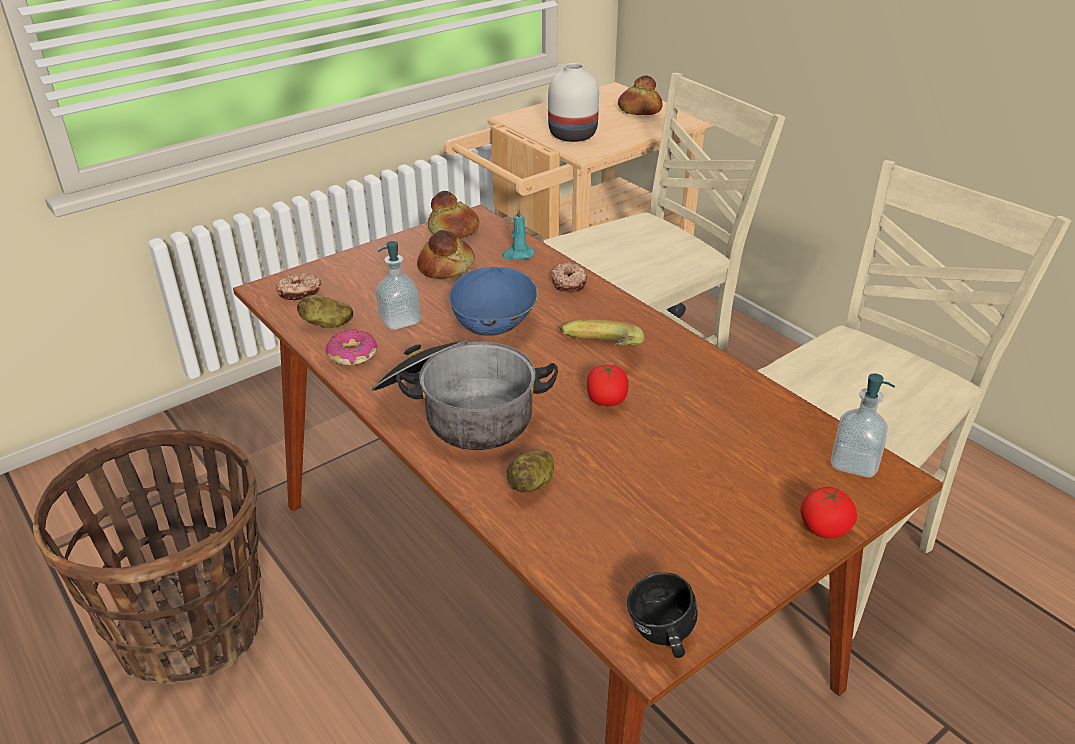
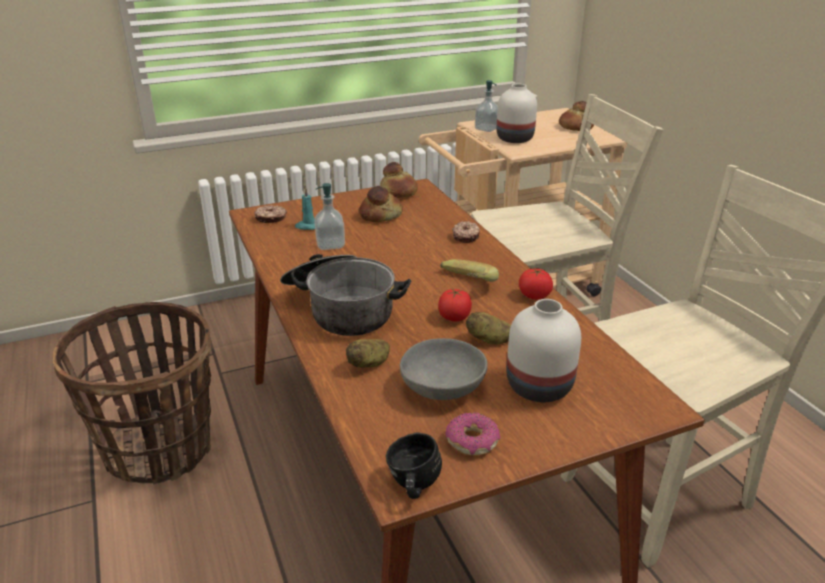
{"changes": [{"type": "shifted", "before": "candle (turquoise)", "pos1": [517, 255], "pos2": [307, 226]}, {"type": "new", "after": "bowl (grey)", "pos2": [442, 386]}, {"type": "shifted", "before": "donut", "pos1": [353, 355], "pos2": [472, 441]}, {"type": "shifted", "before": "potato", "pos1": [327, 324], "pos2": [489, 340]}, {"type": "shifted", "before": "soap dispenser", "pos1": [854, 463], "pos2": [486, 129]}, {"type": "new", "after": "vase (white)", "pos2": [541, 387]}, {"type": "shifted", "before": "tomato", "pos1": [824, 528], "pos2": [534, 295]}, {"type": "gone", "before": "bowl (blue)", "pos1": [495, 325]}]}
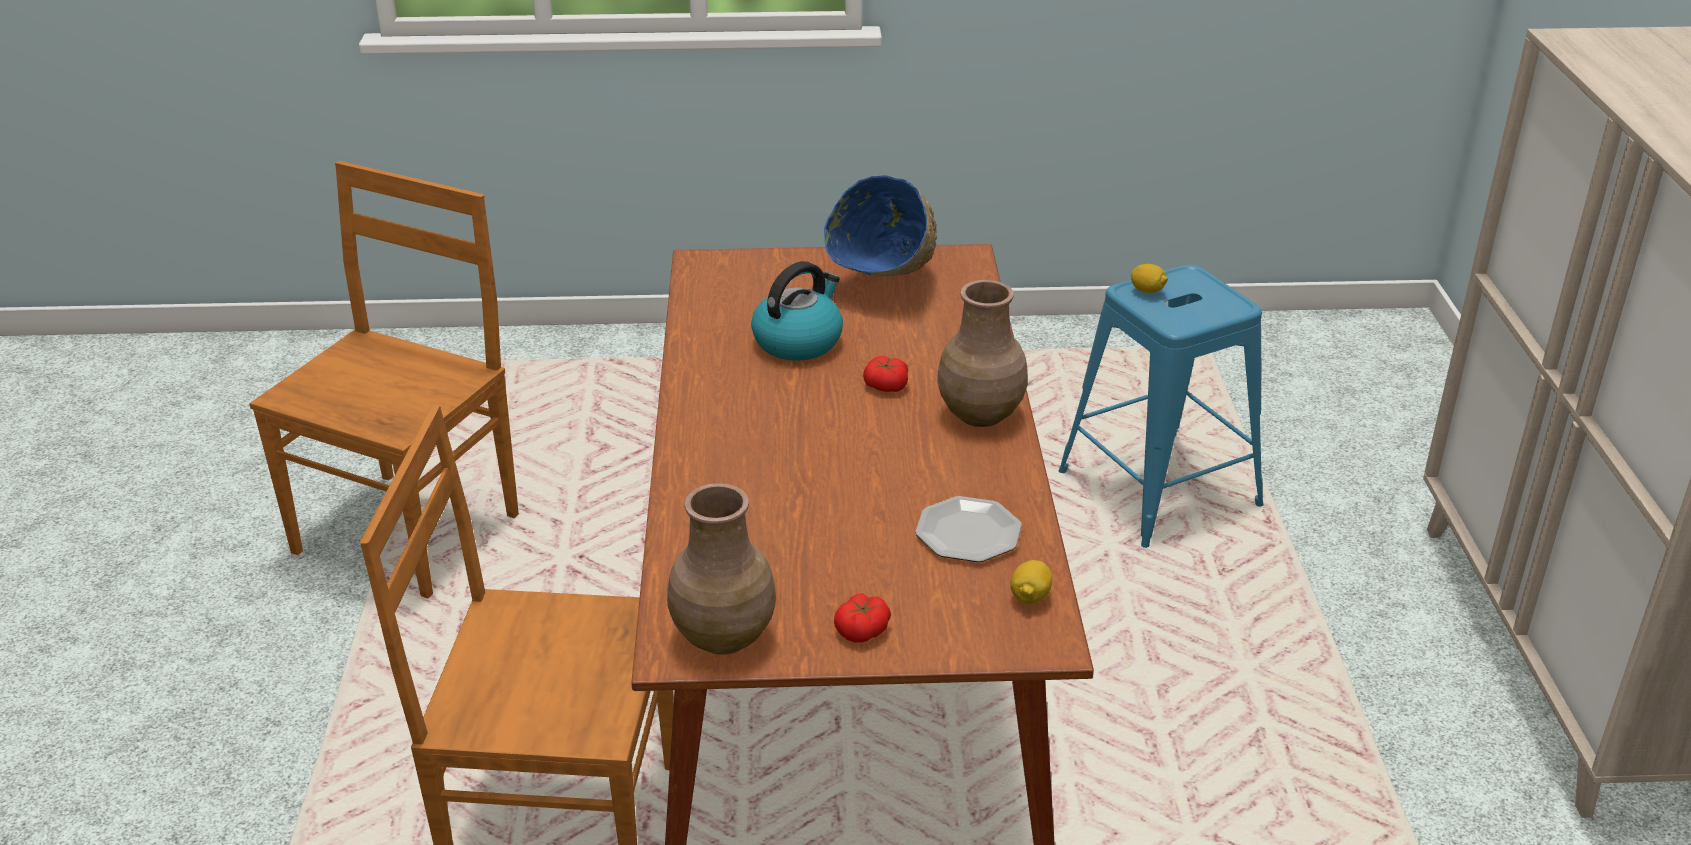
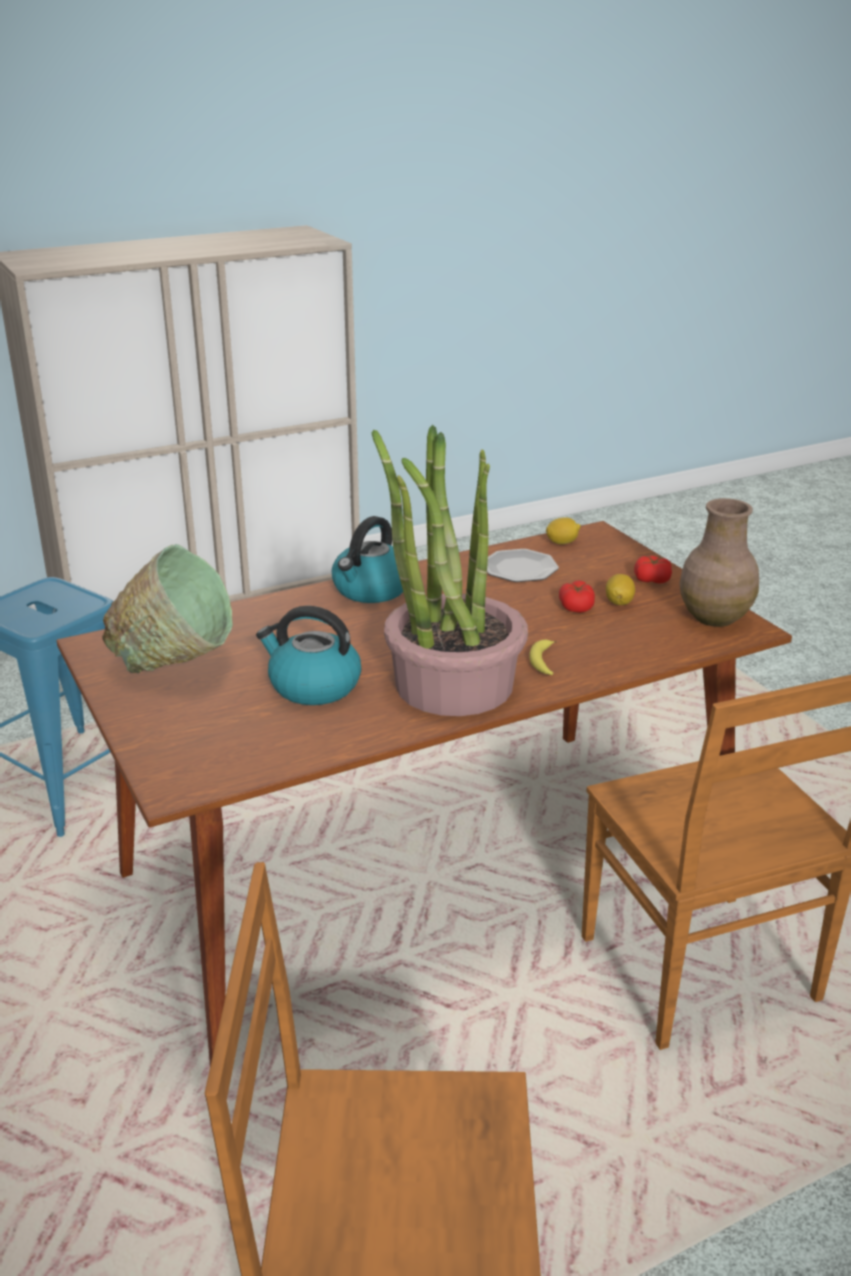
{"changes": [{"type": "repainted", "before": "bowl (blue)", "after": "bowl (green)", "pos1": [887, 287], "pos2": [177, 668]}, {"type": "swapped", "before": "vase (brown)", "after": "kettle", "pos1": [980, 415], "pos2": [371, 590]}, {"type": "new", "after": "potted plant", "pos2": [452, 684]}, {"type": "new", "after": "banana", "pos2": [543, 662]}, {"type": "shifted", "before": "tomato", "pos1": [886, 385], "pos2": [576, 607]}, {"type": "shifted", "before": "lemon", "pos1": [1147, 291], "pos2": [619, 602]}]}
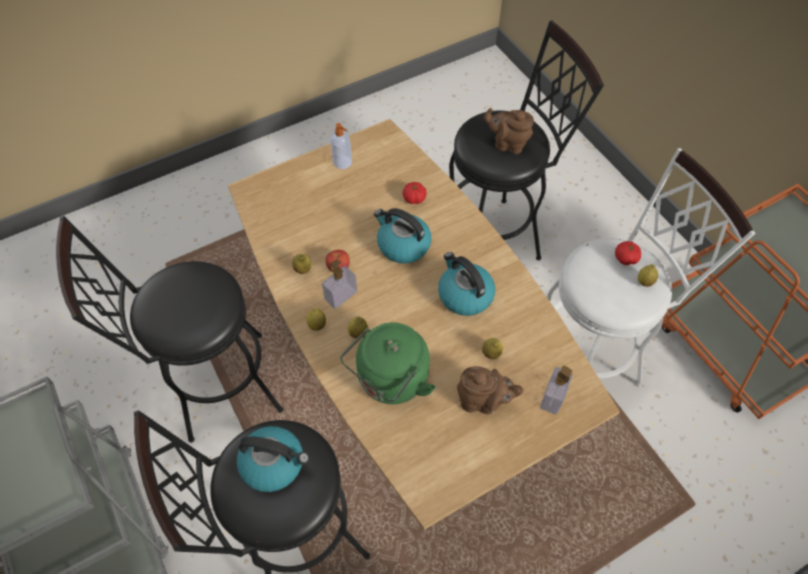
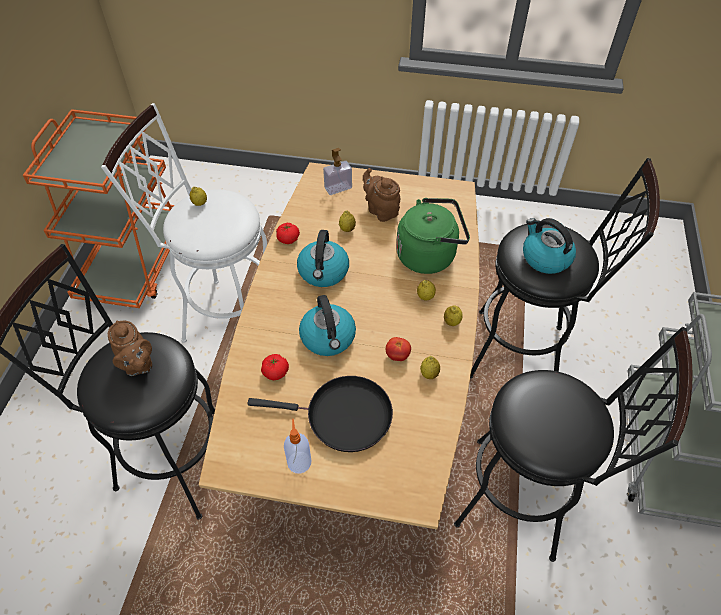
{"changes": [{"type": "new", "after": "frying pan (black)", "pos2": [343, 416]}, {"type": "shifted", "before": "tomato", "pos1": [625, 258], "pos2": [288, 239]}, {"type": "gone", "before": "soap dispenser", "pos1": [341, 296]}]}
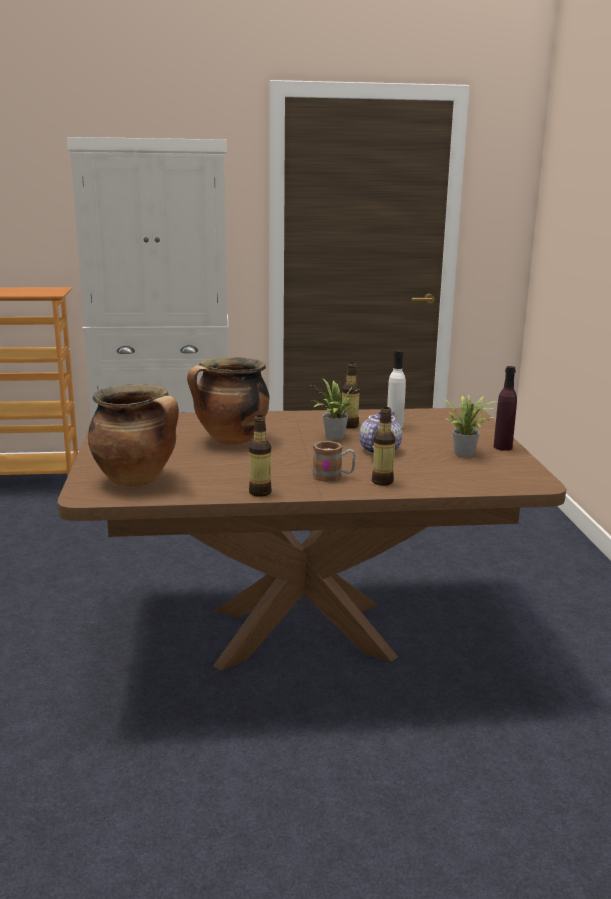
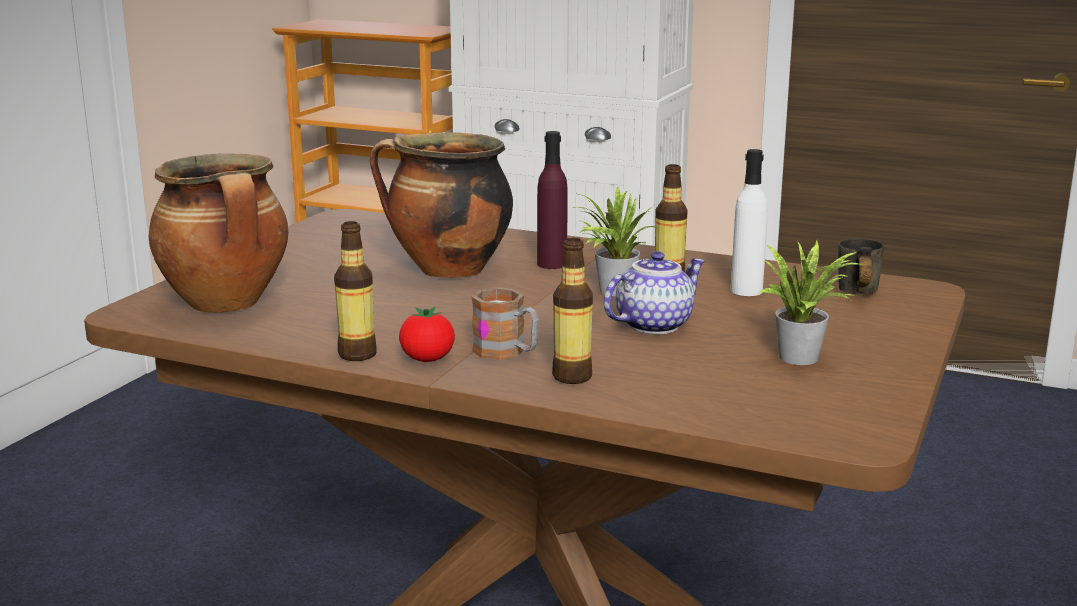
{"changes": [{"type": "new", "after": "tomato", "pos2": [427, 359]}, {"type": "shifted", "before": "bottle (purple)", "pos1": [502, 447], "pos2": [552, 264]}, {"type": "new", "after": "mug (grey)", "pos2": [853, 295]}]}
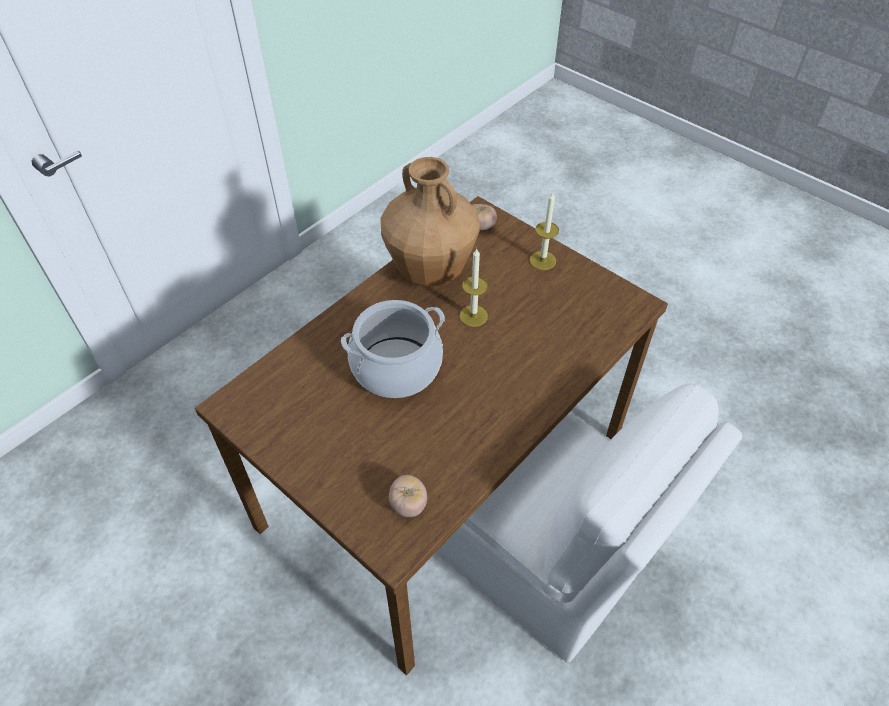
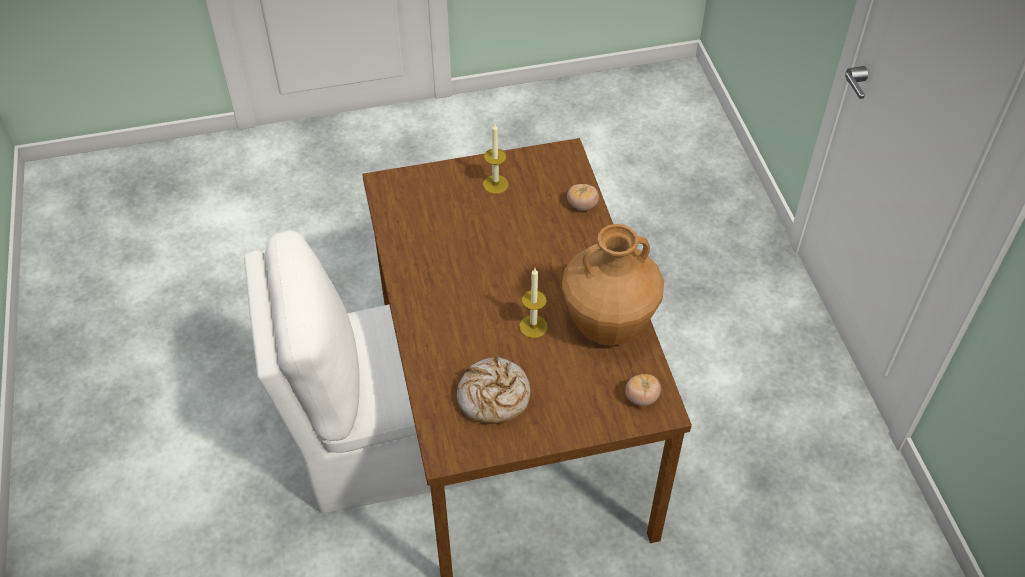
{"changes": [{"type": "new", "after": "bread", "pos2": [493, 397]}, {"type": "shifted", "before": "candle", "pos1": [542, 260], "pos2": [495, 184]}, {"type": "shifted", "before": "tomato", "pos1": [408, 504], "pos2": [582, 205]}, {"type": "gone", "before": "cooking pot", "pos1": [396, 367]}]}
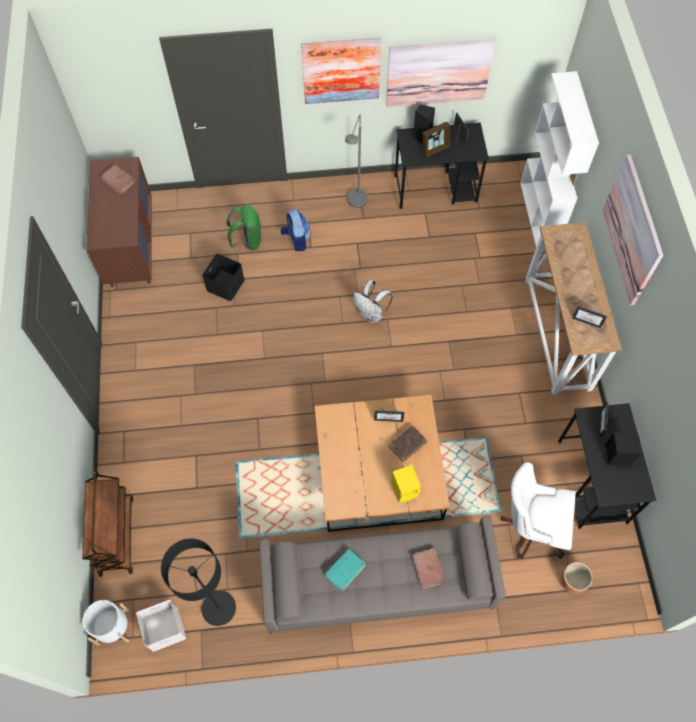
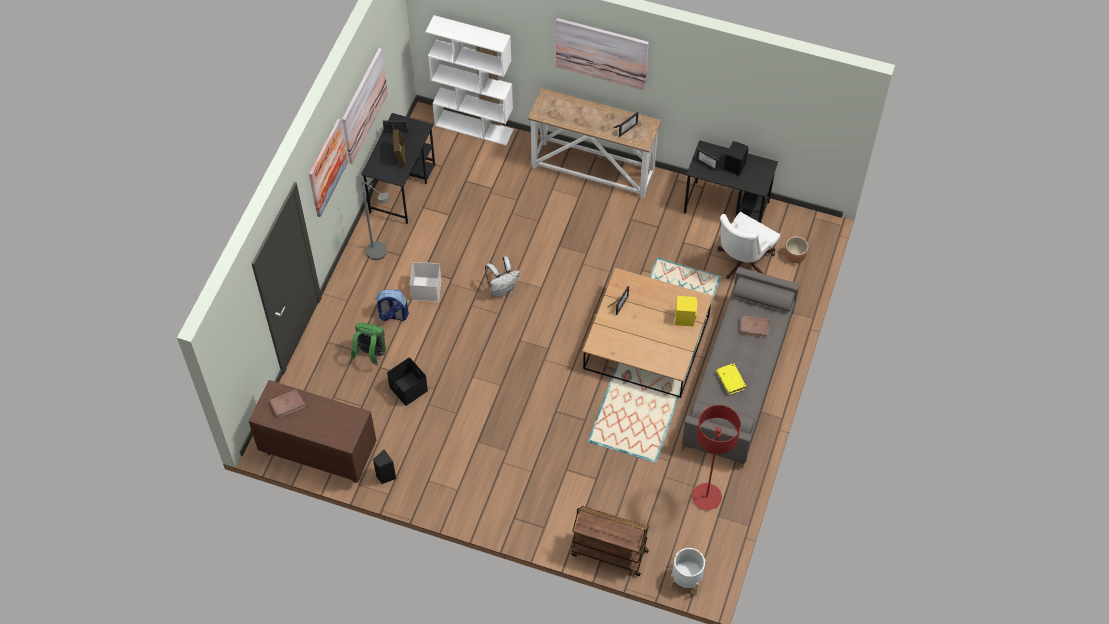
{"changes": [{"type": "shifted", "before": "speaker (black)", "pos1": [421, 137], "pos2": [385, 476]}, {"type": "shifted", "before": "storage box (white)", "pos1": [165, 627], "pos2": [426, 288]}, {"type": "repainted", "before": "floor lamp (black)", "after": "floor lamp (red)", "pos1": [219, 608], "pos2": [706, 497]}, {"type": "repainted", "before": "book (turquoise)", "after": "book (yellow)", "pos1": [345, 570], "pos2": [730, 380]}, {"type": "gone", "before": "book (brown)", "pos1": [407, 445]}]}
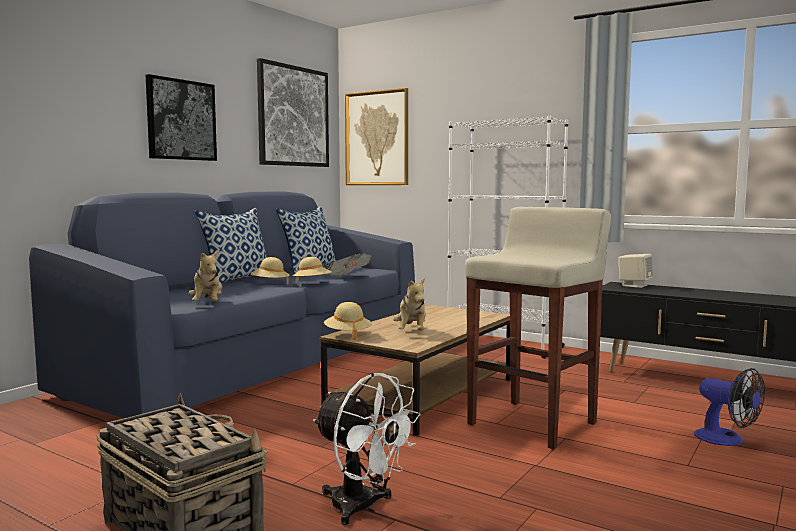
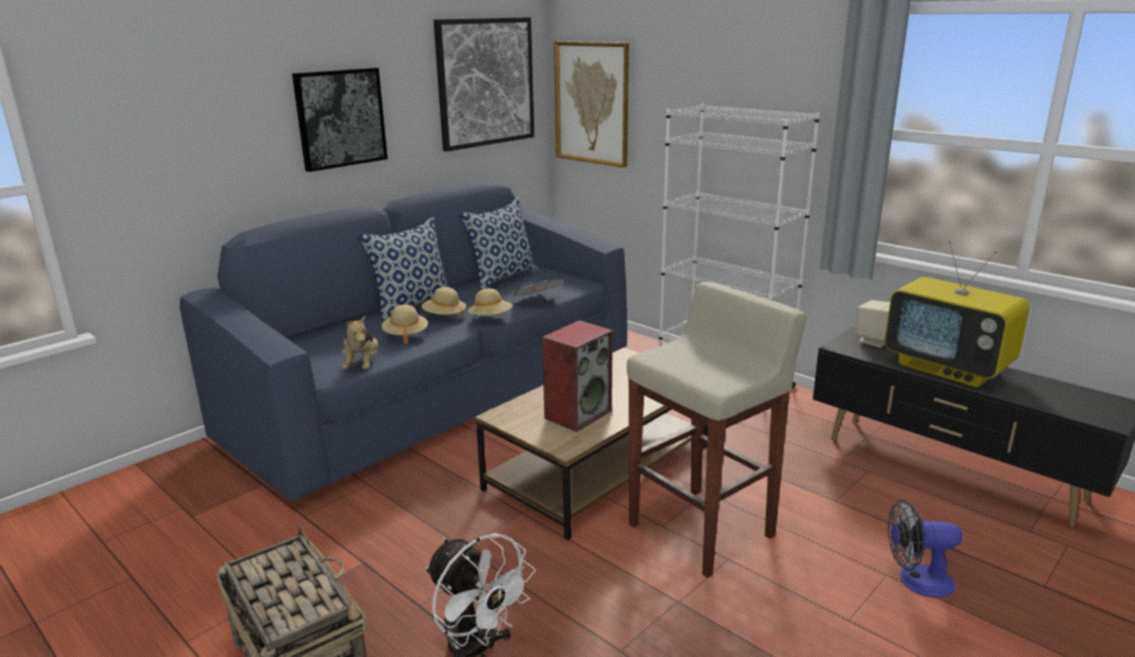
{"changes": [{"type": "shifted", "before": "hat (beige)", "pos1": [347, 335], "pos2": [405, 335]}, {"type": "swapped", "before": "plush toy", "after": "speaker", "pos1": [411, 332], "pos2": [578, 414]}, {"type": "new", "after": "television", "pos2": [948, 368]}, {"type": "rotated", "before": "fan", "pos1": [727, 440], "pos2": [916, 580], "turn": 120}]}
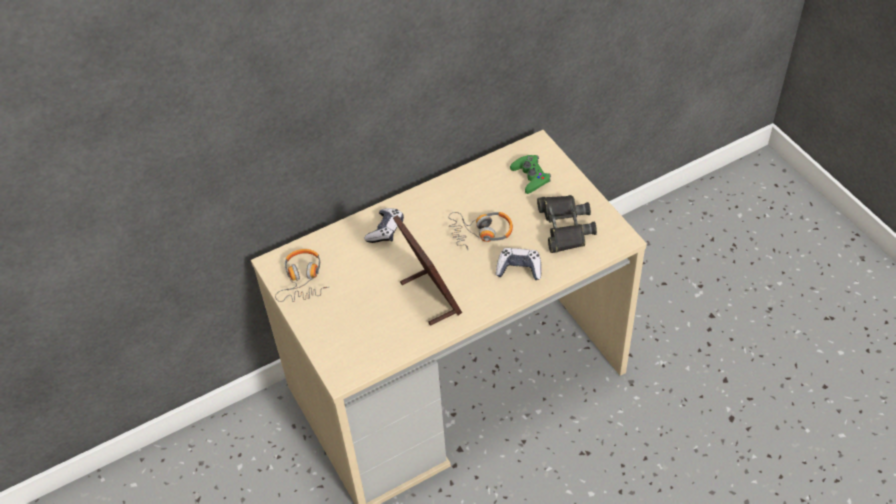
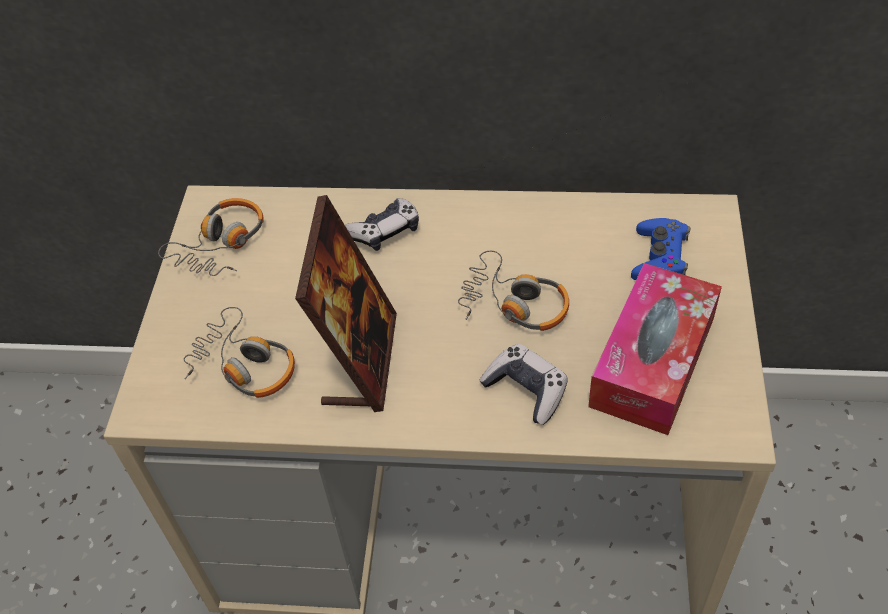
{"changes": [{"type": "new", "after": "headphones", "pos2": [245, 365]}, {"type": "swapped", "before": "binoculars (black)", "after": "tissue box", "pos1": [564, 227], "pos2": [652, 361]}, {"type": "repainted", "before": "game controller (green)", "after": "game controller (blue)", "pos1": [530, 177], "pos2": [659, 256]}]}
